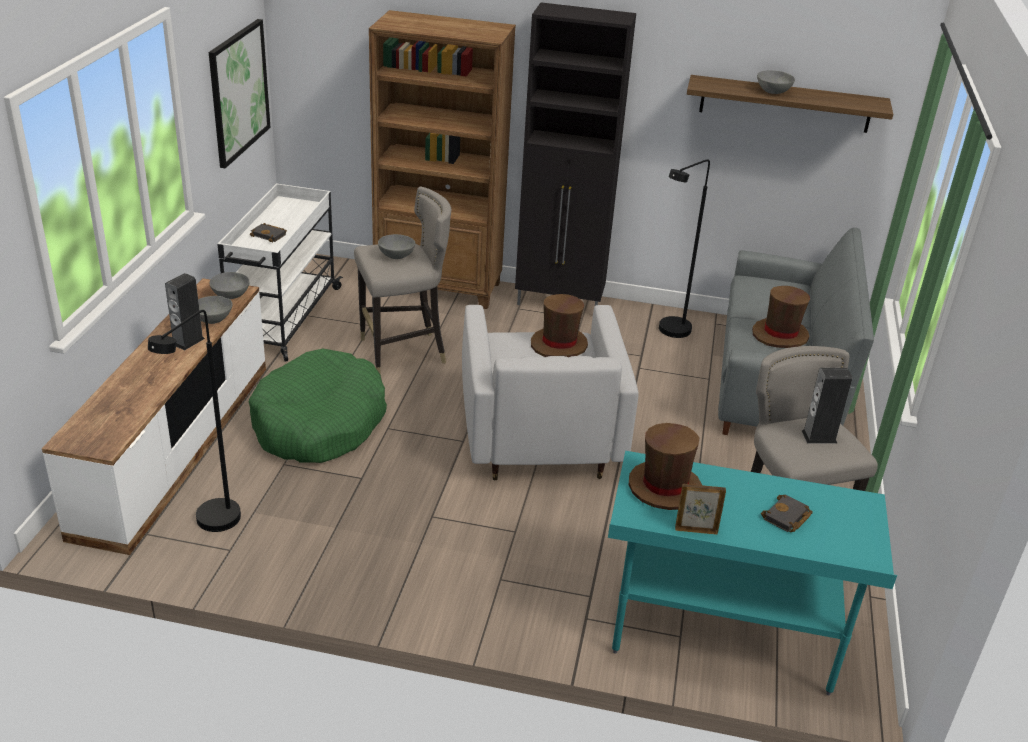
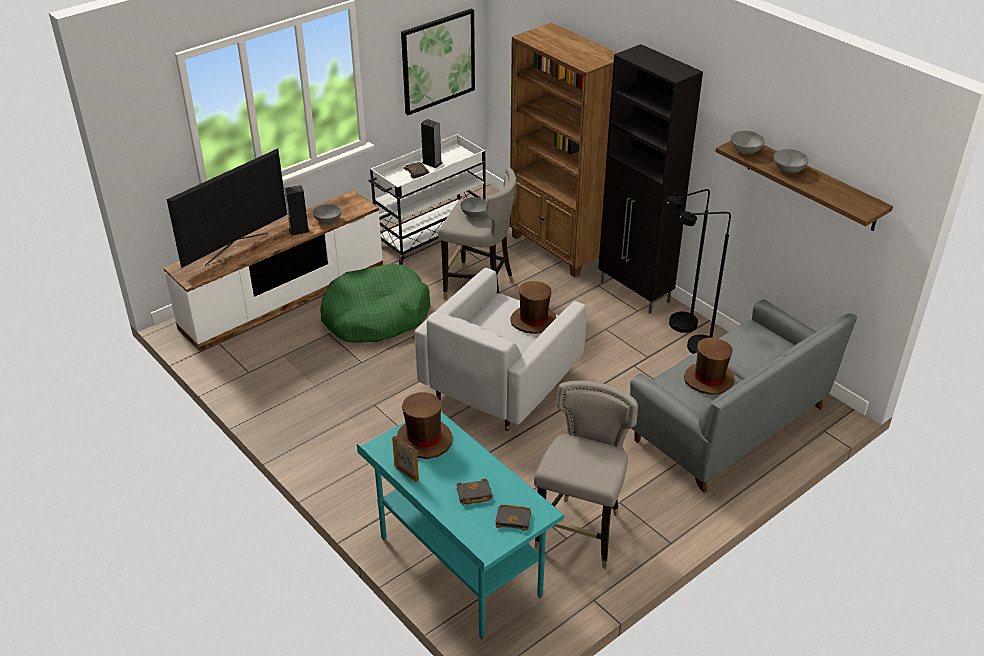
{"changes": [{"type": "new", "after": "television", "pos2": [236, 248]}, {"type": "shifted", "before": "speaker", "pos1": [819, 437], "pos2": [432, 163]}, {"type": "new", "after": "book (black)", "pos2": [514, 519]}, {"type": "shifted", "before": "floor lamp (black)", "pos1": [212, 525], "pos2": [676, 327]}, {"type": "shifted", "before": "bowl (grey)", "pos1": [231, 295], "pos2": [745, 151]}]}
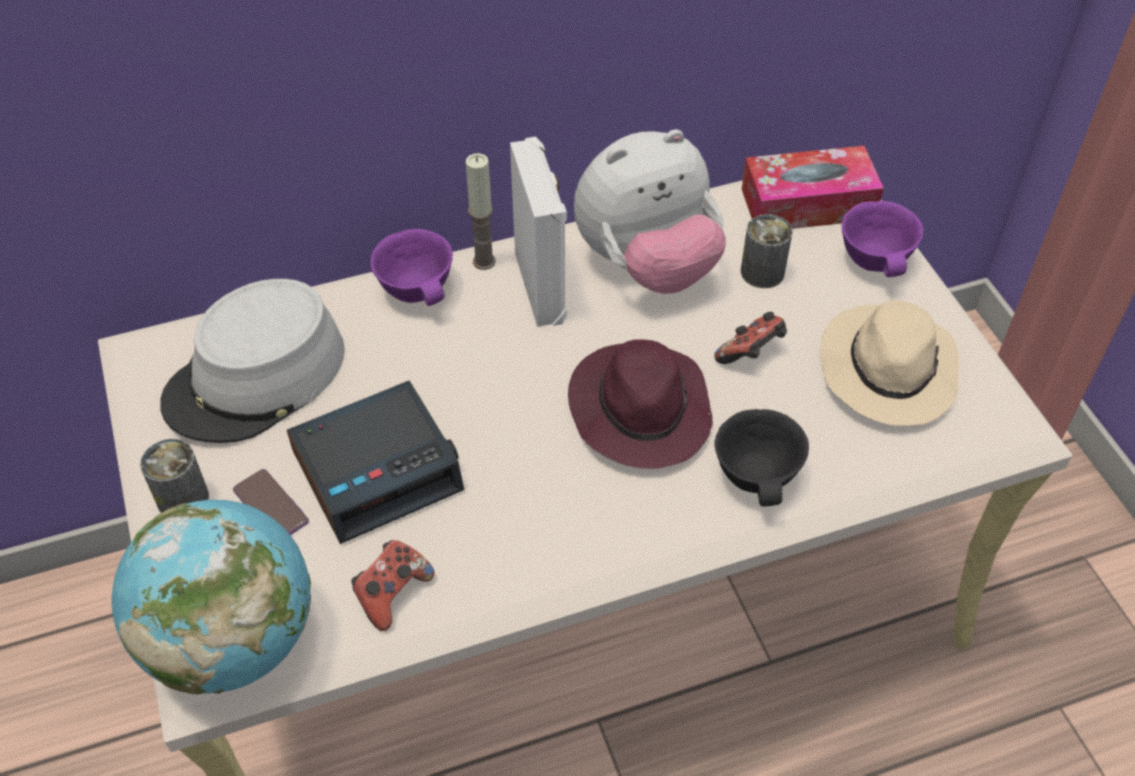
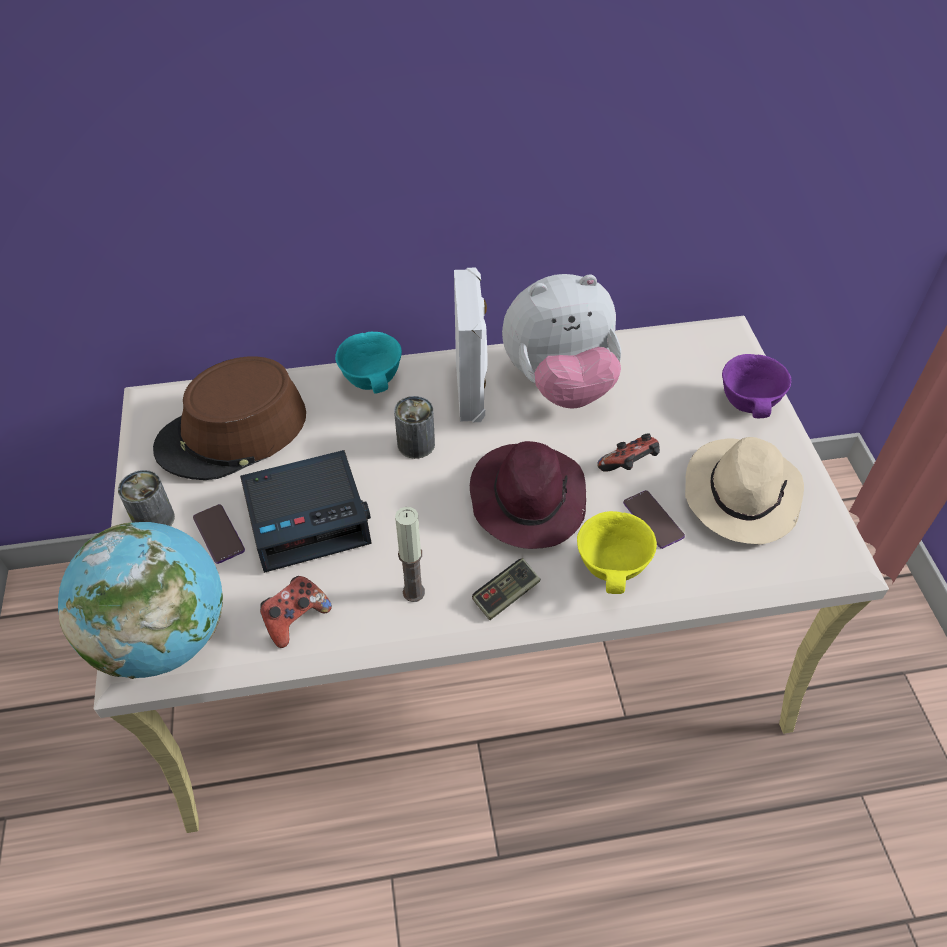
{"changes": [{"type": "repainted", "before": "hat (grey)", "after": "hat (brown)", "pos1": [256, 378], "pos2": [233, 432]}, {"type": "repainted", "before": "bowl (purple)", "after": "bowl (turquoise)", "pos1": [418, 291], "pos2": [373, 381]}, {"type": "shifted", "before": "can", "pos1": [762, 272], "pos2": [416, 444]}, {"type": "shifted", "before": "candle", "pos1": [484, 261], "pos2": [414, 592]}, {"type": "new", "after": "game controller", "pos2": [506, 595]}, {"type": "repainted", "before": "bowl (black)", "after": "bowl (yellow)", "pos1": [758, 478], "pos2": [613, 569]}, {"type": "new", "after": "phone", "pos2": [653, 520]}, {"type": "gone", "before": "tissue box", "pos1": [807, 204]}]}
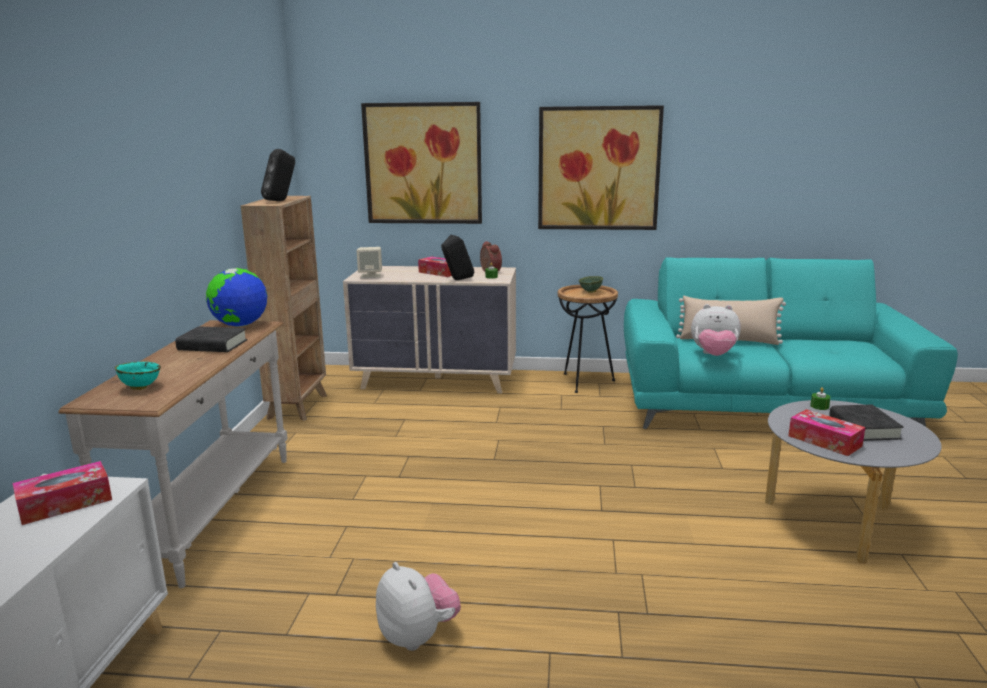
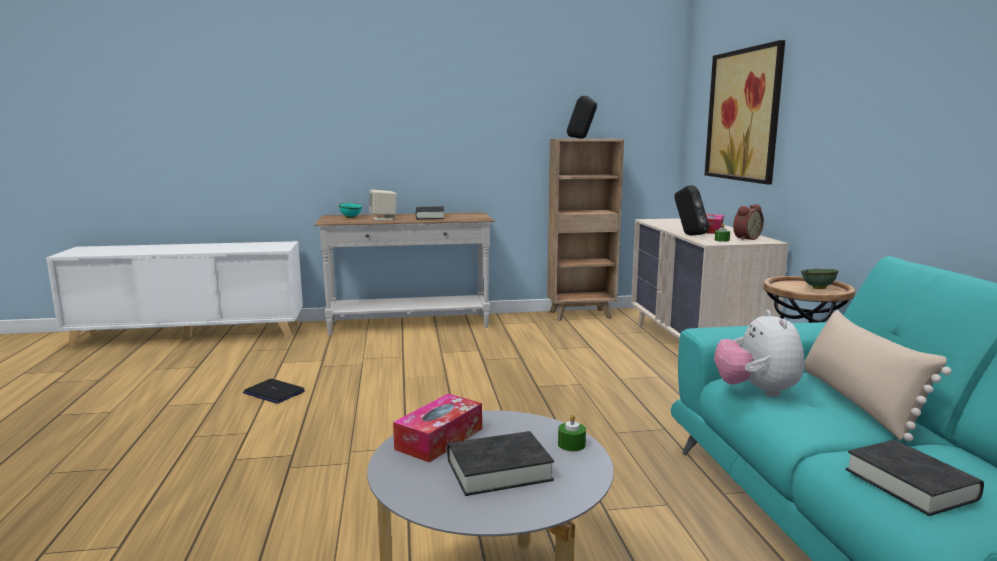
{"changes": [{"type": "swapped", "before": "plush toy", "after": "laptop", "pos1": [418, 636], "pos2": [273, 392]}, {"type": "shifted", "before": "speaker (beige)", "pos1": [371, 276], "pos2": [383, 219]}, {"type": "new", "after": "book (black)", "pos2": [910, 484]}, {"type": "gone", "before": "tissue box", "pos1": [65, 503]}, {"type": "gone", "before": "globe", "pos1": [240, 325]}, {"type": "gone", "before": "picture", "pos1": [598, 168]}]}
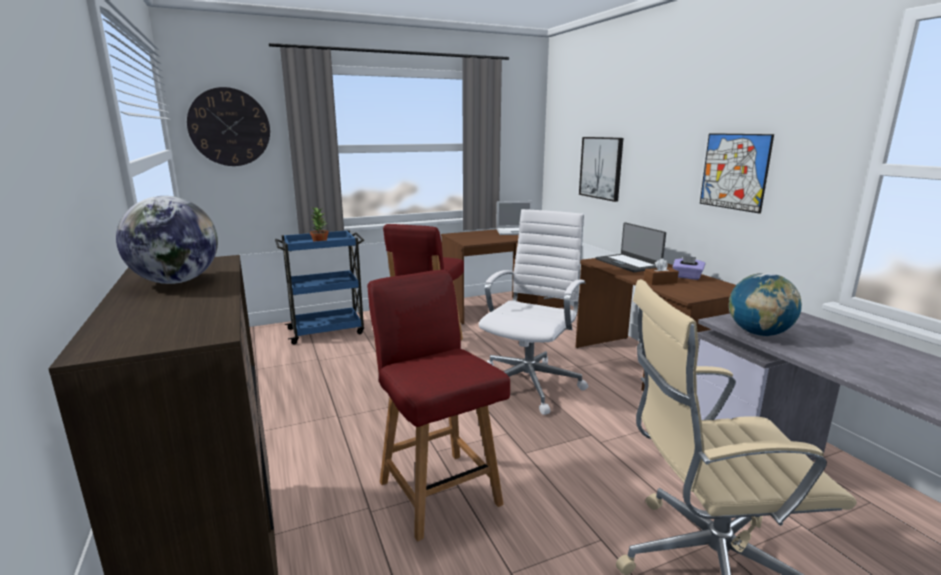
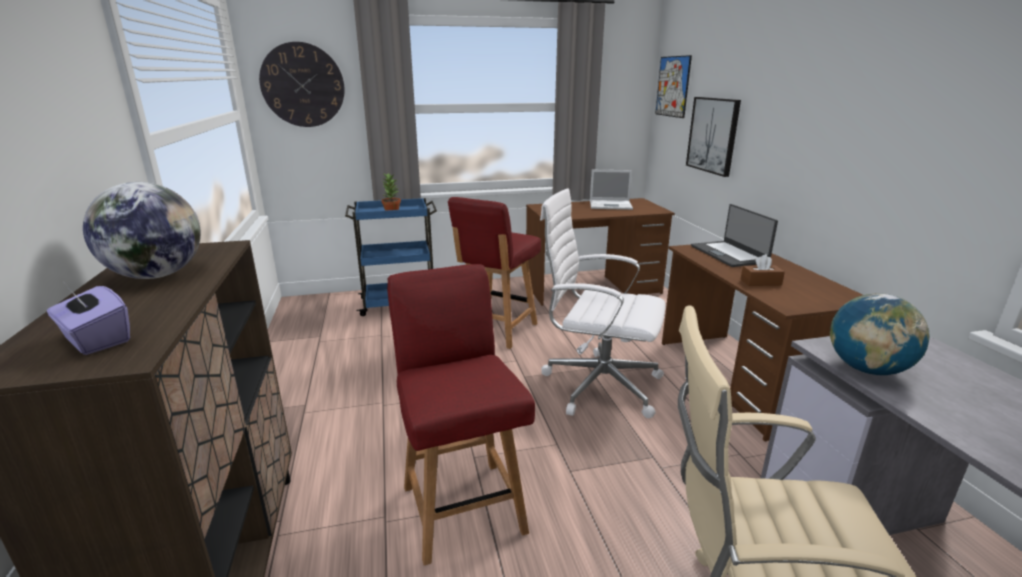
{"changes": [{"type": "shifted", "before": "tissue box (purple)", "pos1": [687, 277], "pos2": [96, 340]}, {"type": "rotated", "before": "office chair (white)", "pos1": [530, 383], "pos2": [598, 384], "turn": -105}, {"type": "shifted", "before": "picture", "pos1": [734, 171], "pos2": [673, 86]}]}
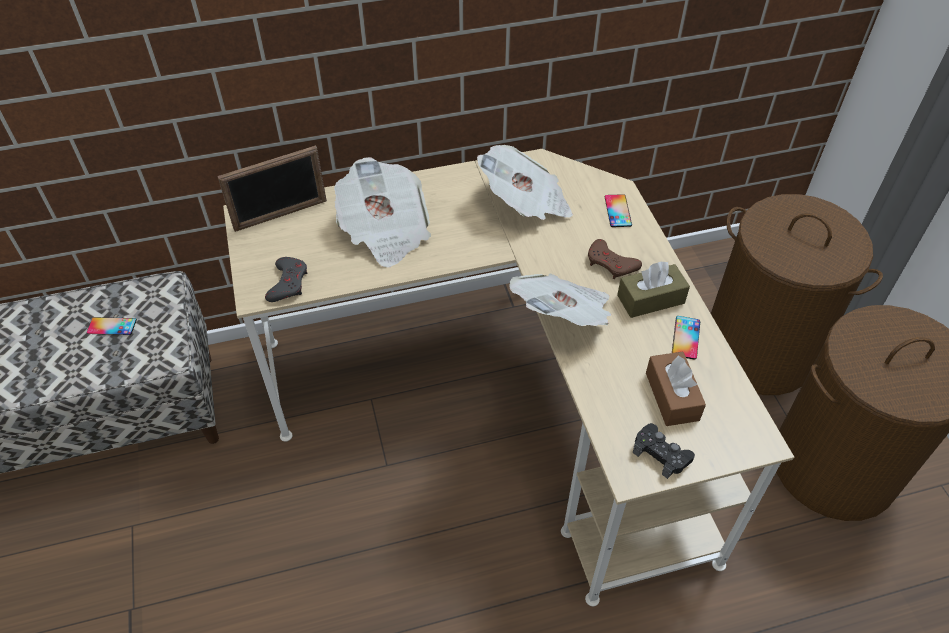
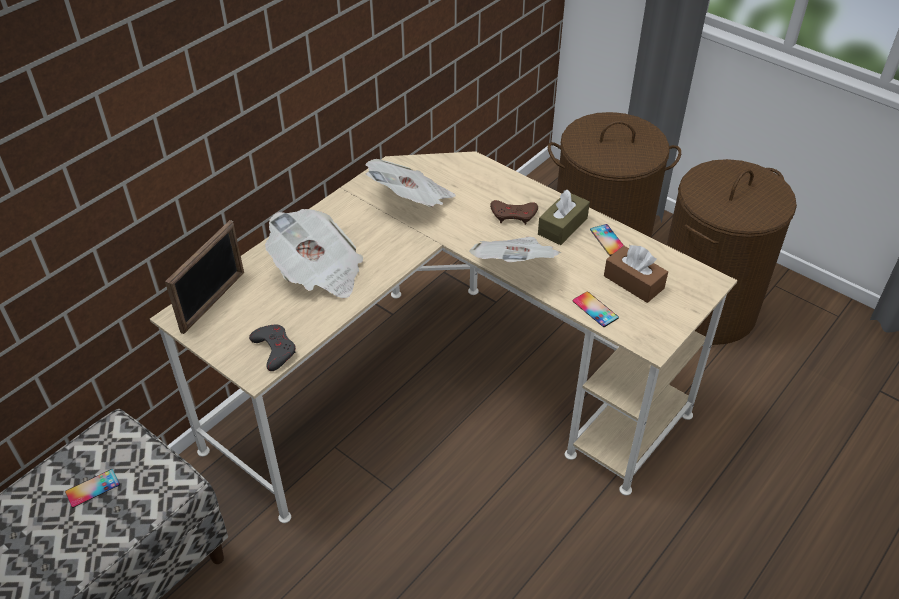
{"changes": [{"type": "shifted", "before": "phone", "pos1": [618, 211], "pos2": [595, 309]}, {"type": "gone", "before": "game controller (black)", "pos1": [661, 454]}]}
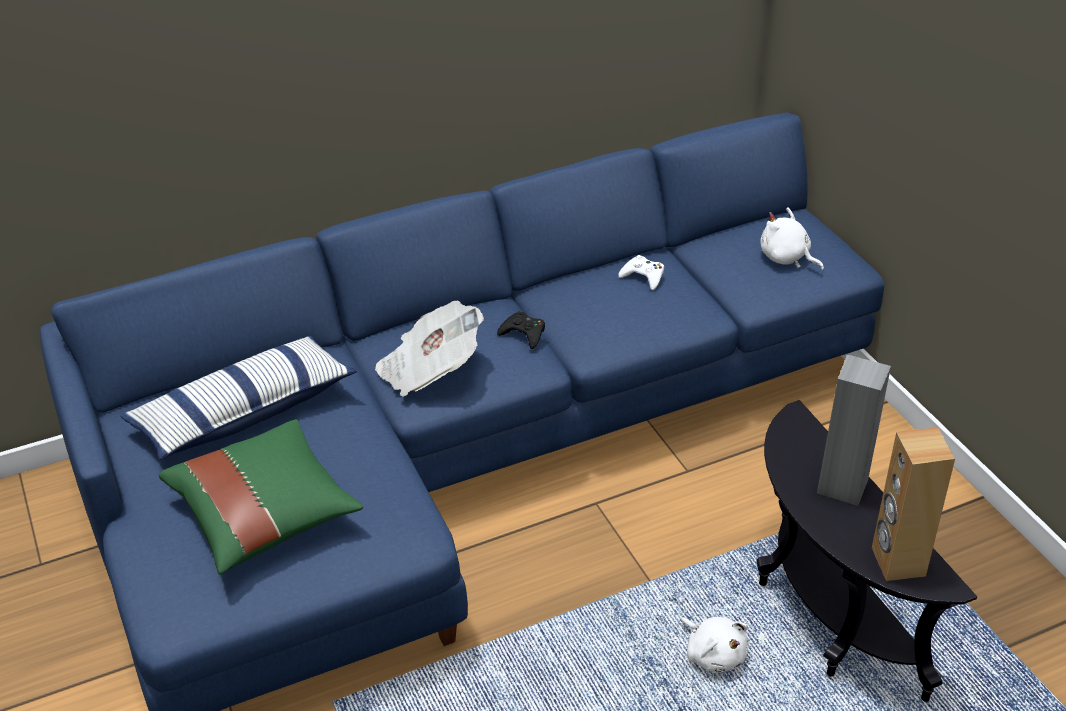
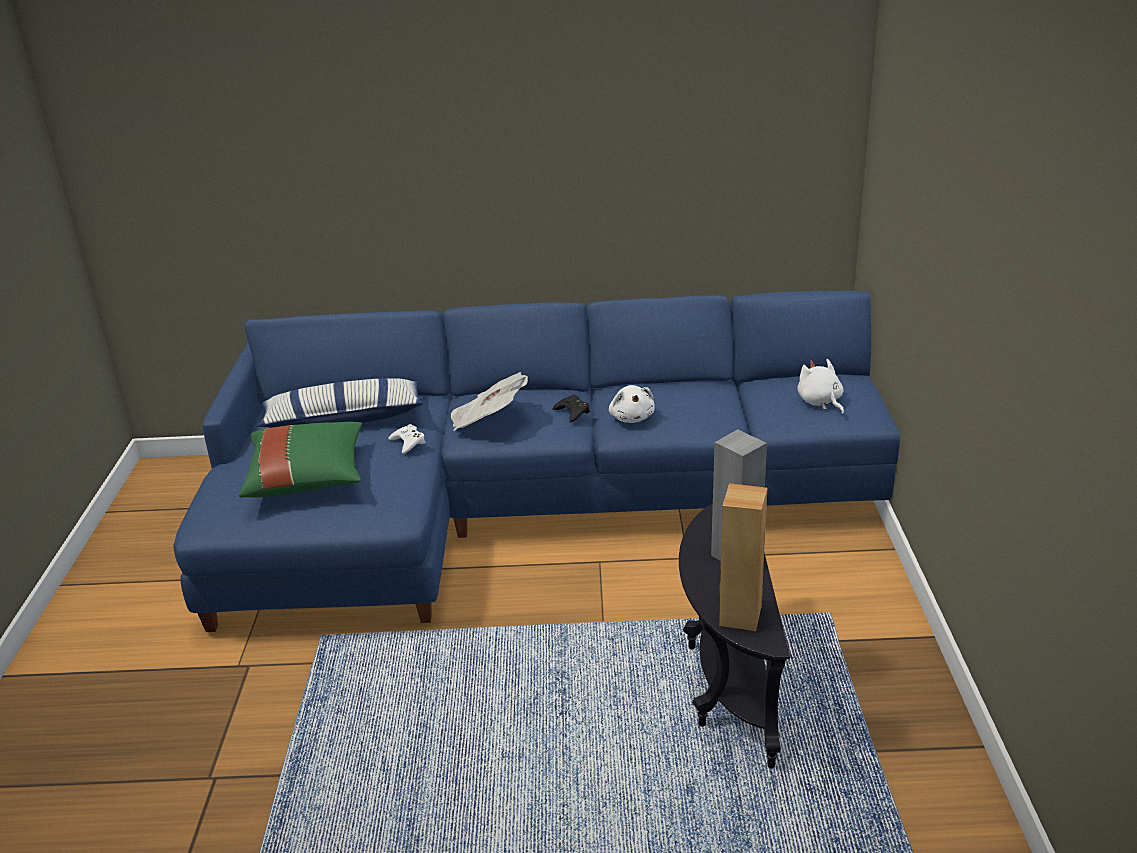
{"changes": [{"type": "shifted", "before": "game controller (white)", "pos1": [643, 276], "pos2": [408, 442]}, {"type": "shifted", "before": "plush toy (white)", "pos1": [714, 654], "pos2": [632, 417]}]}
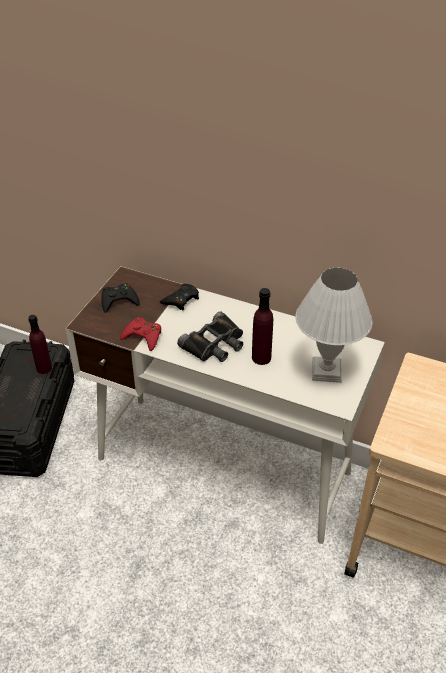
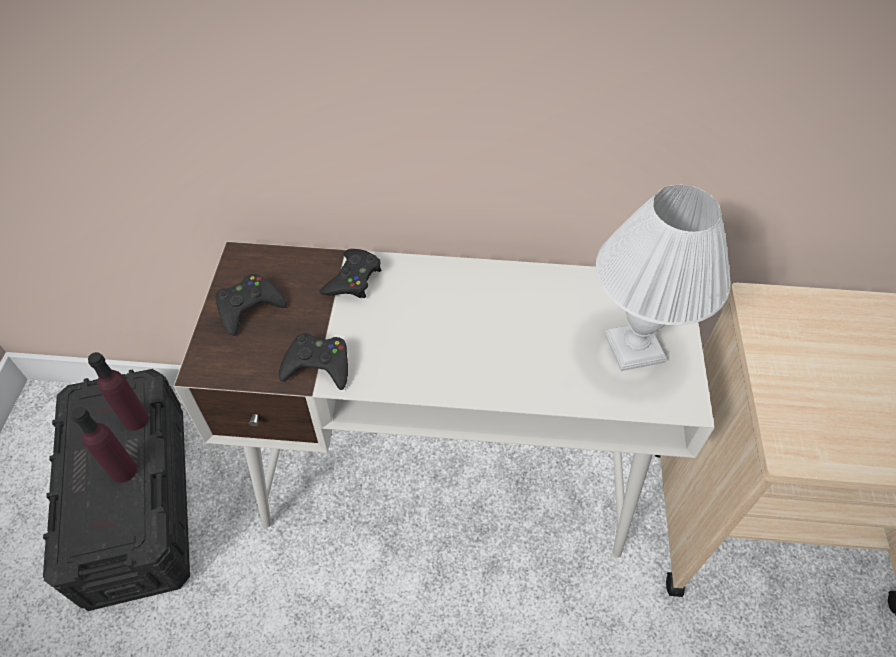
{"changes": [{"type": "shifted", "before": "bottle (purple)", "pos1": [261, 358], "pos2": [123, 471]}, {"type": "repainted", "before": "game controller (red)", "after": "game controller (black)", "pos1": [143, 337], "pos2": [318, 365]}, {"type": "gone", "before": "binoculars (black)", "pos1": [215, 344]}]}
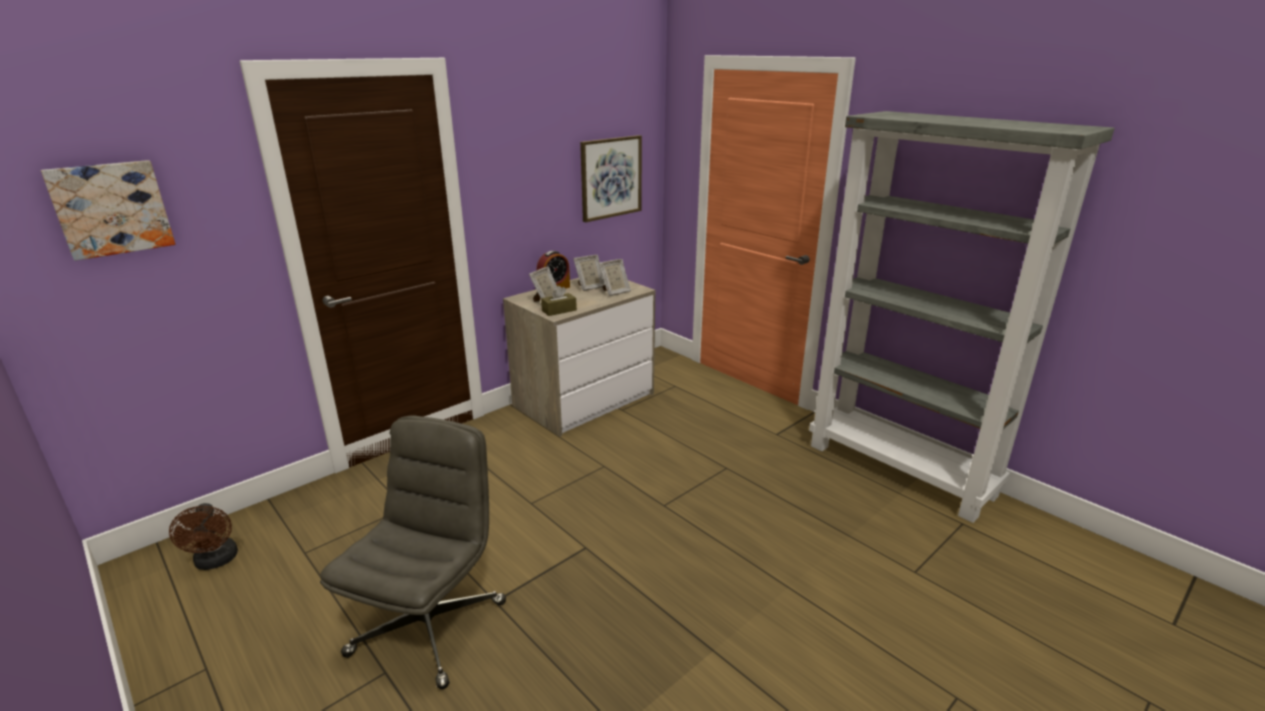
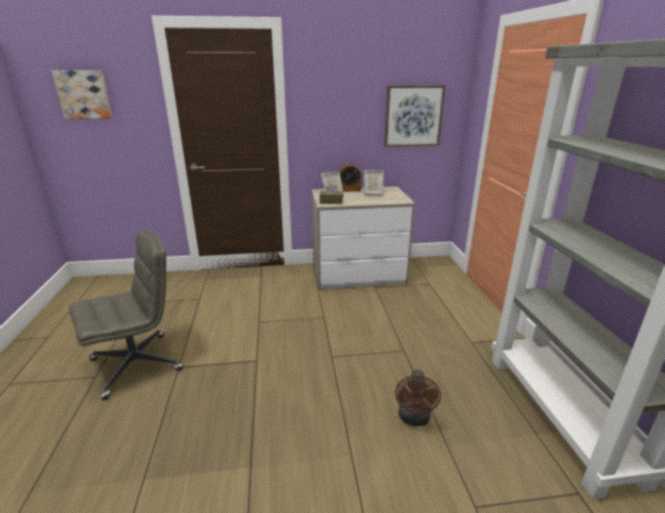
{"changes": [{"type": "shifted", "before": "fan (brown)", "pos1": [216, 561], "pos2": [414, 419]}, {"type": "gone", "before": "picture frame", "pos1": [615, 292]}]}
